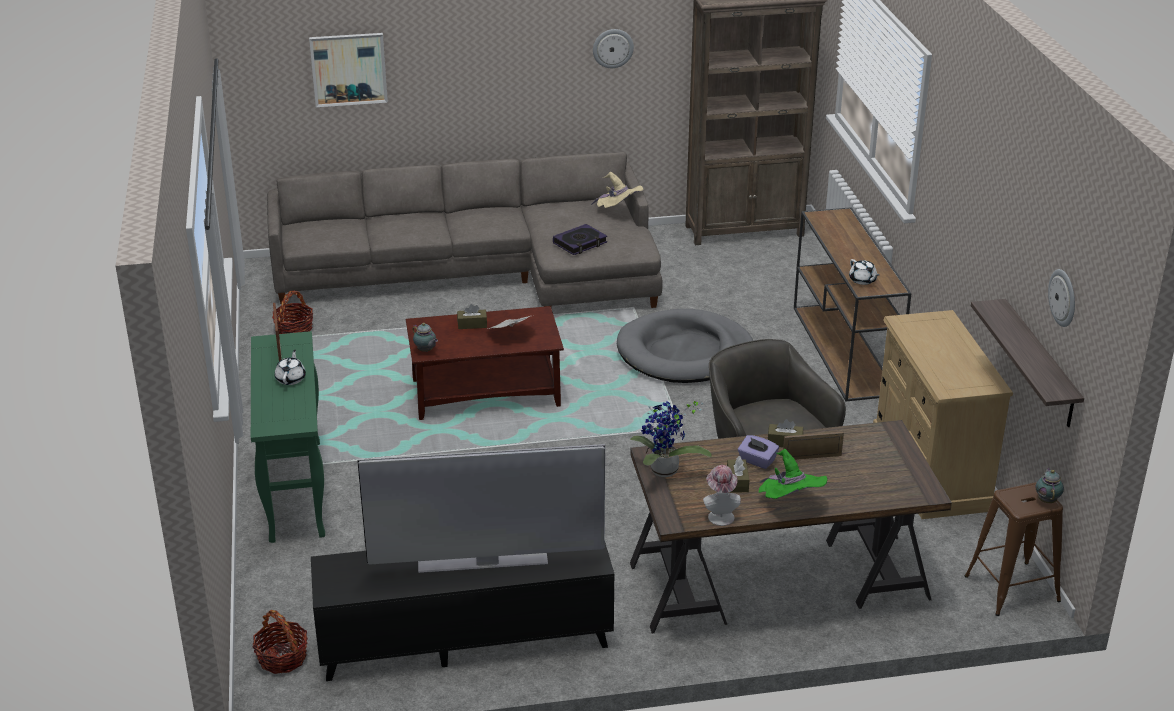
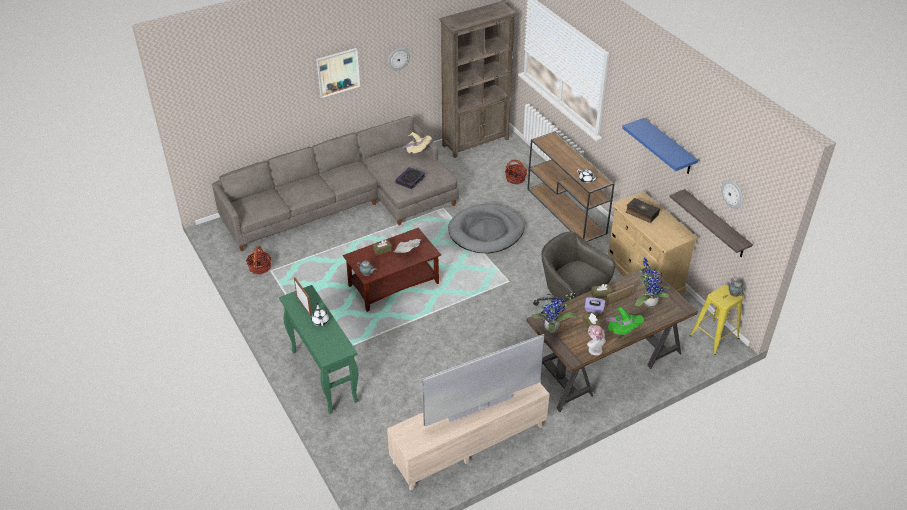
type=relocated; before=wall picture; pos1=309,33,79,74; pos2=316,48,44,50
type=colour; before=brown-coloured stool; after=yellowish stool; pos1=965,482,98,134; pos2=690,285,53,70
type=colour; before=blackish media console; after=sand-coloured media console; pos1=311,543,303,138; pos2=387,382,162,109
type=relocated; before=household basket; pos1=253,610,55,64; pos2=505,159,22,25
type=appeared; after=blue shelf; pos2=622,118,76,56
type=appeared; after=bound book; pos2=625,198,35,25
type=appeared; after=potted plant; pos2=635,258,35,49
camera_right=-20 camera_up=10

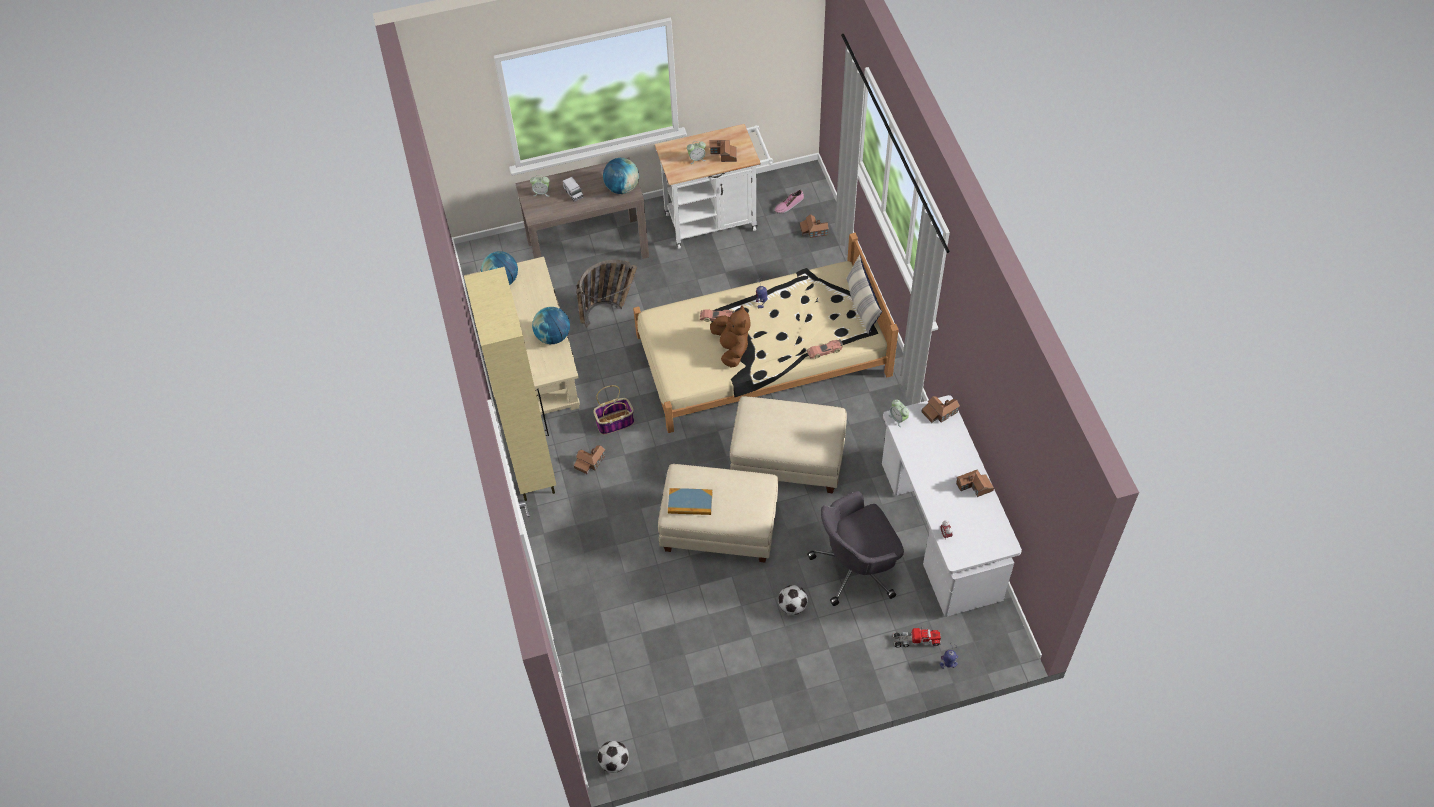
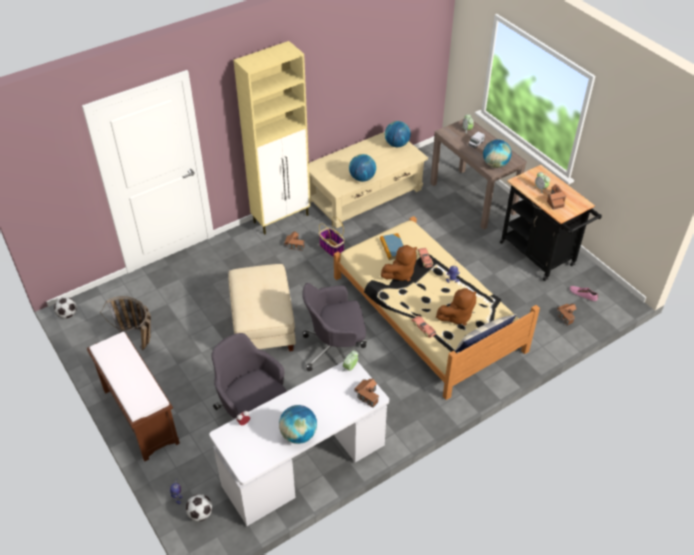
type=colour; before=white cart; after=blackish cart; pos1=655,124,118,125; pos2=500,165,102,116
type=relocated; before=household basket; pos1=576,259,61,68; pos2=100,296,51,55
type=exchanged; before=sand-coloured pouffe; after=greyish computer chair; pos1=730,396,117,97; pos2=302,283,65,88
type=exchanged; before=toy house; after=globe; pos1=956,469,38,28; pos2=279,405,38,39
type=relocated; before=bound book; pos1=668,488,45,27; pos2=380,233,24,27
type=relocated; before=football; pos1=778,585,30,30; pos2=186,494,26,27
type=missing; before=toy lorry; pos1=893,627,48,21
type=appeared; after=brown-coloured cuddly toy; pos2=436,288,40,38
type=appeared; after=brown-coloured indoor bench; pos2=87,332,93,129
camera_right=70 camera_up=-10

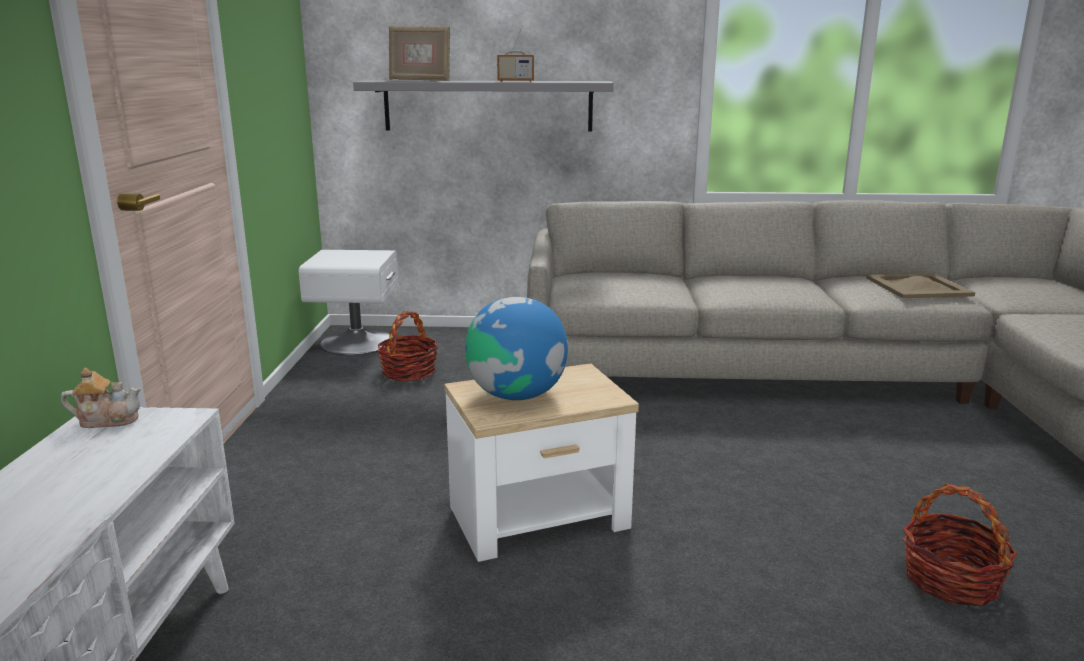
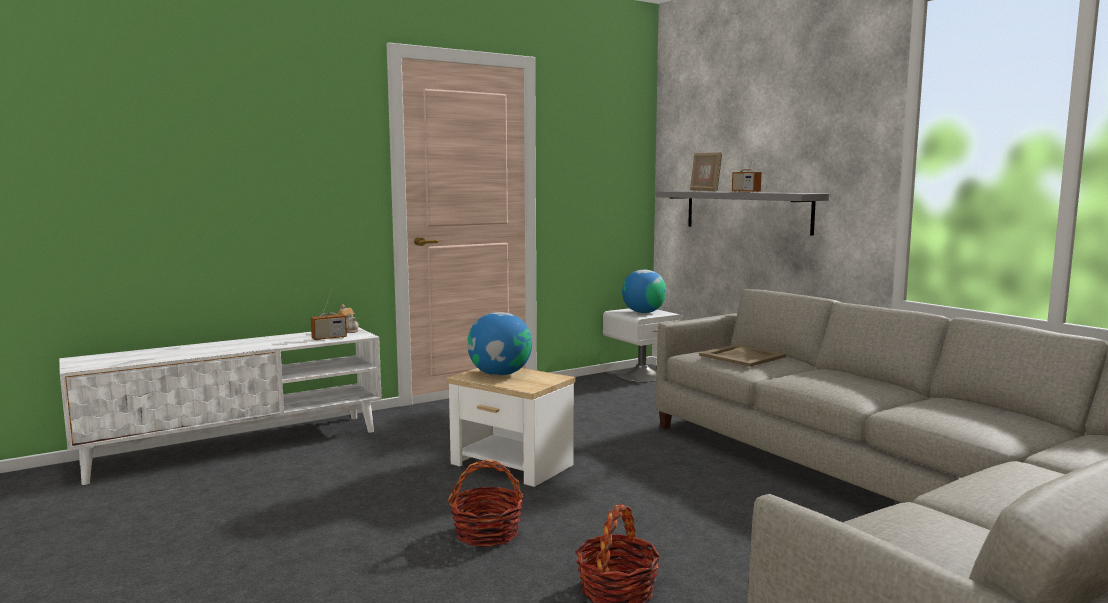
type=relocated; before=sand-coloured carrying tray; pos1=866,273,109,25; pos2=699,344,87,23
type=relocated; before=household basket; pos1=377,311,61,70; pos2=448,460,76,87
type=appeared; after=globe; pos2=622,270,44,43
type=appeared; after=radio set; pos2=311,295,36,46
camera_right=55 camera_up=-10

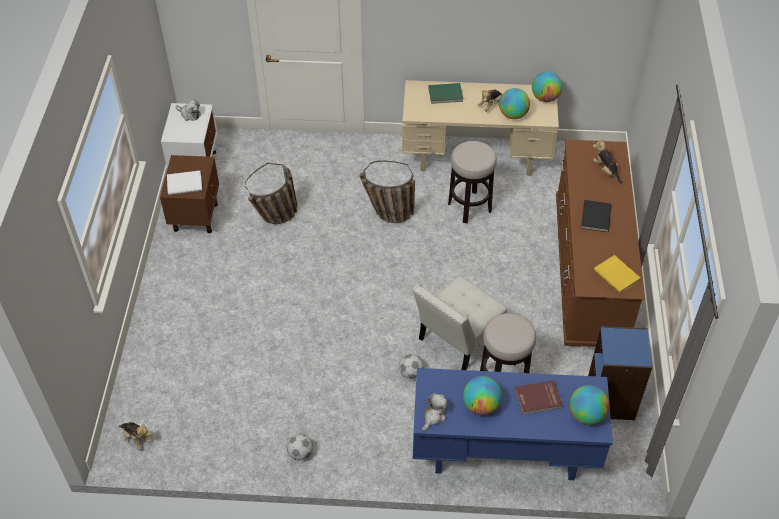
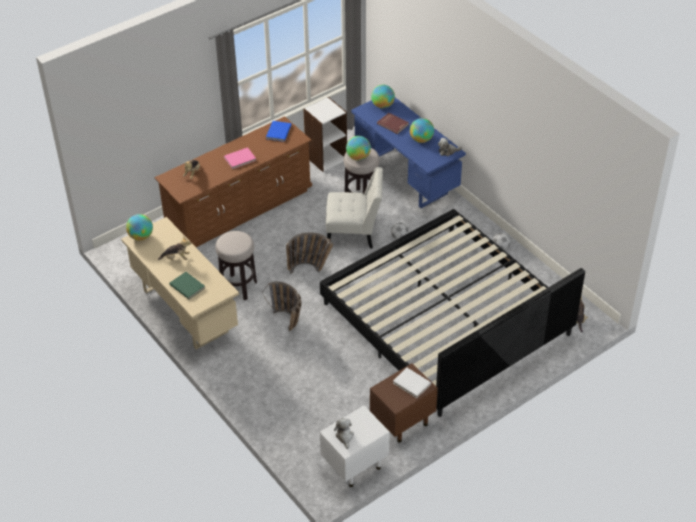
type=relocated; before=globe; pos1=499,88,31,31; pos2=346,136,25,25
type=relocated; before=household basket; pos1=245,163,53,61; pos2=286,232,47,42
type=colour; before=blackish bound book; after=pinkish bound book; pos1=581,200,30,32; pos2=224,147,32,22
type=colour; before=yellowish bound book; after=blue bound book; pos1=594,255,46,39; pos2=266,121,26,21
type=colour; before=blue bookshelf; after=white bookshelf; pos1=588,326,64,94; pos2=303,97,44,75
type=appeared; after=sleeping bed; pos2=320,209,265,208
camera_right=-130 camera_up=-5

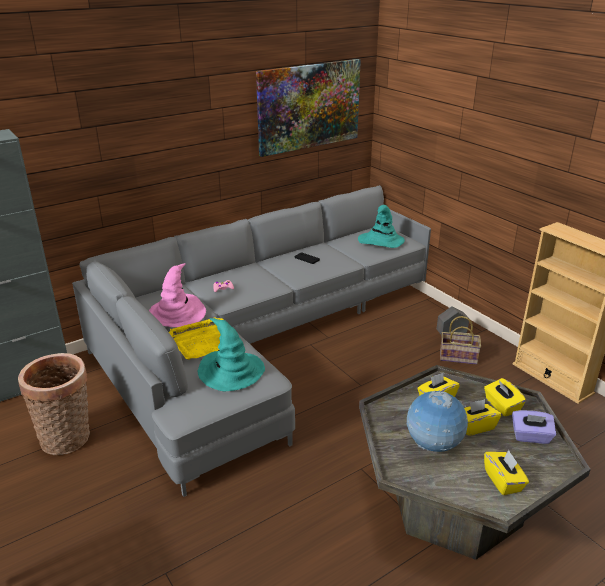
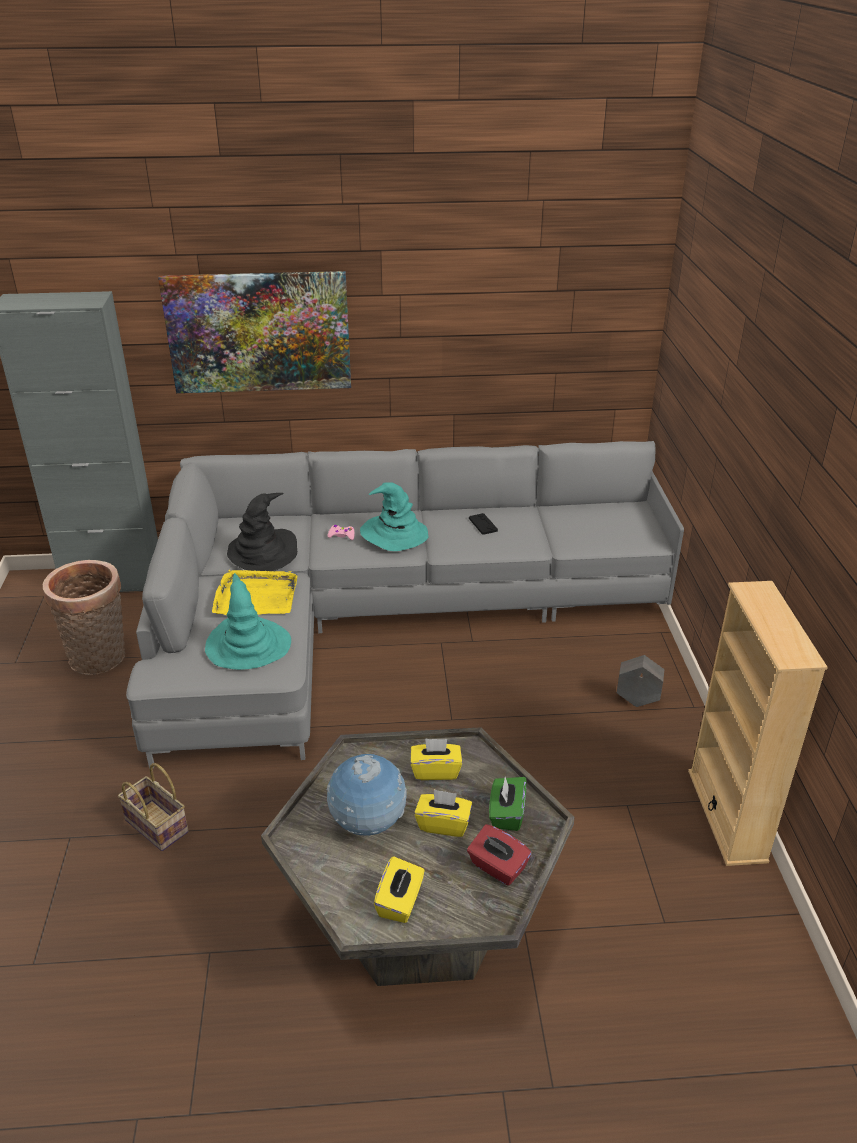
type=relocated; before=wall picture; pos1=256,59,105,98; pos2=158,271,193,122
type=relocated; before=blue-green wearable hat; pos1=358,205,47,43; pos2=360,482,69,69
type=colour; before=pinkish wearable hat; after=blackish wearable hat; pos1=149,263,57,64; pos2=227,493,70,78
type=relocated; before=household basket; pos1=440,316,41,49; pos2=118,763,71,88
type=colour; before=yellowish tissue box; after=greenish tissue box; pos1=484,378,42,39; pos2=489,777,38,54
type=colour; before=purple tissue box; after=red tissue box; pos1=512,410,44,34; pos2=467,824,65,62
camera_right=30 camera_up=5

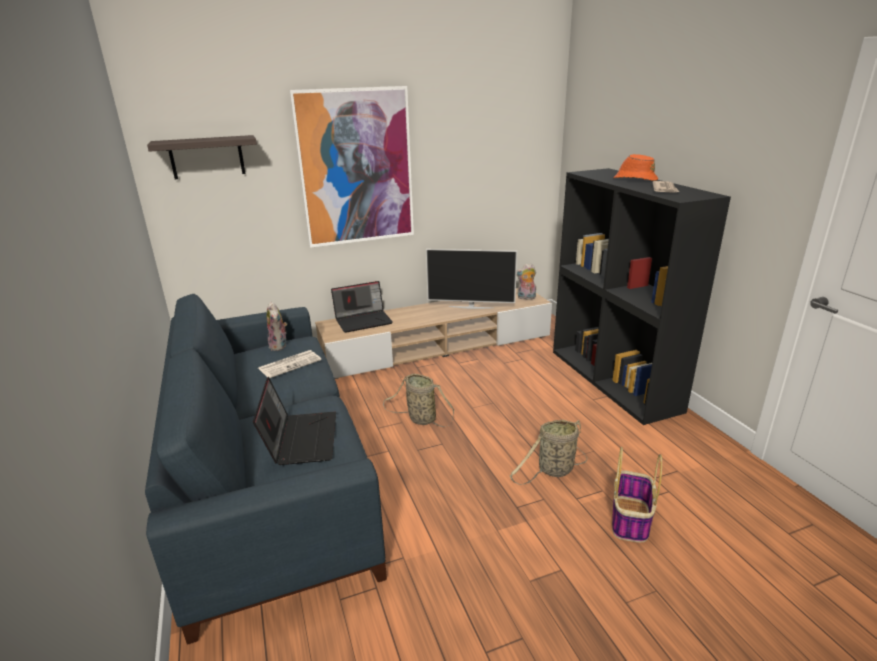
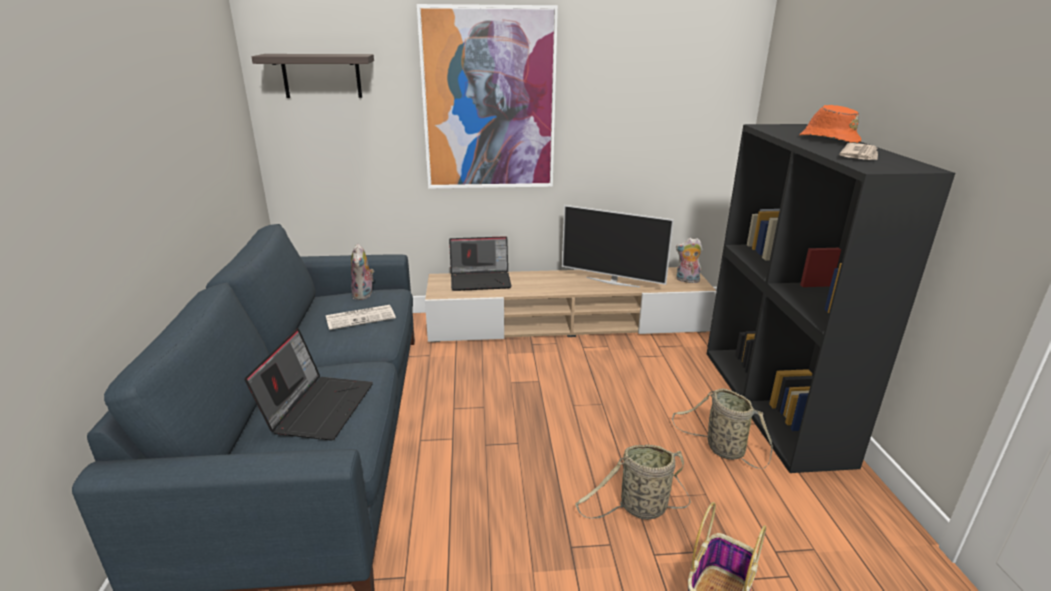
type=relocated; before=household basket; pos1=383,374,71,53; pos2=672,388,101,81
camera_right=15 camera_up=0

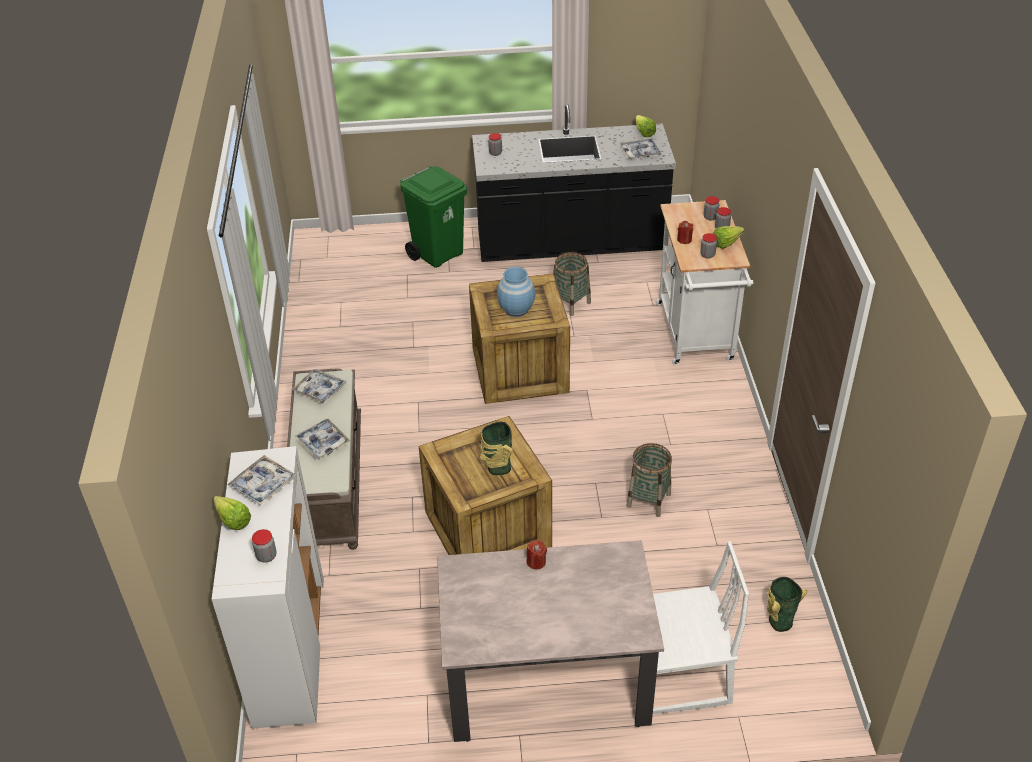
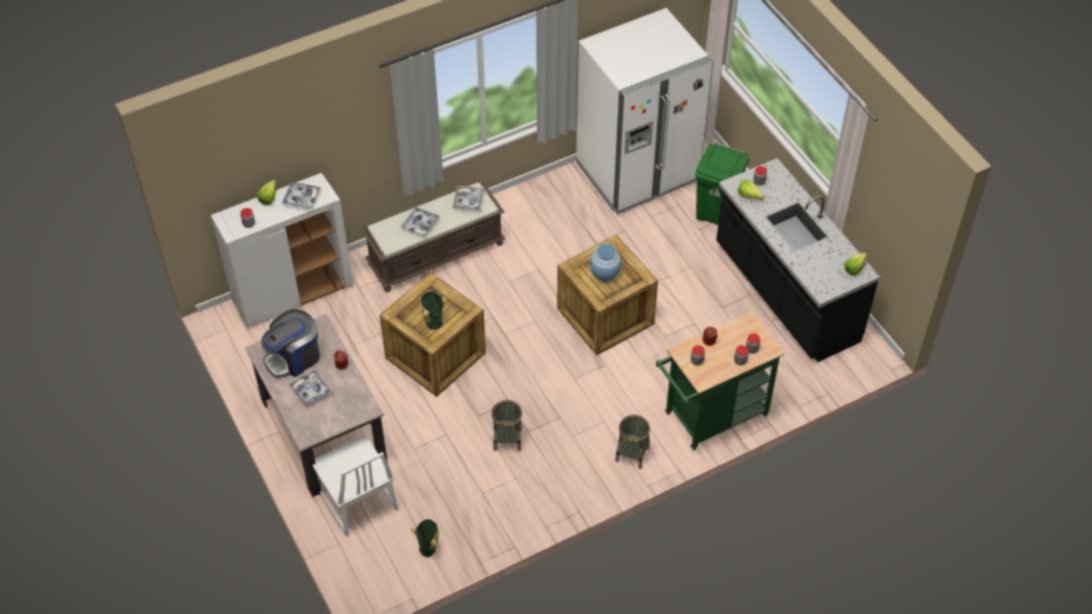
type=relocated; before=carrying tray; pos1=620,138,42,21; pos2=288,370,45,36
type=colour; before=white cart; after=greenish cart; pos1=656,200,97,165; pos2=656,312,129,139
type=relocated; before=lettuce; pos1=713,226,31,23; pos2=738,180,26,20
type=relocated; before=household basket; pos1=553,252,38,64; pos2=615,415,35,54
type=appeared; after=white kitchen fridge; pos2=576,8,137,207
type=appeared; after=coffee machine; pos2=261,309,59,69
camera_right=65 camera_up=10

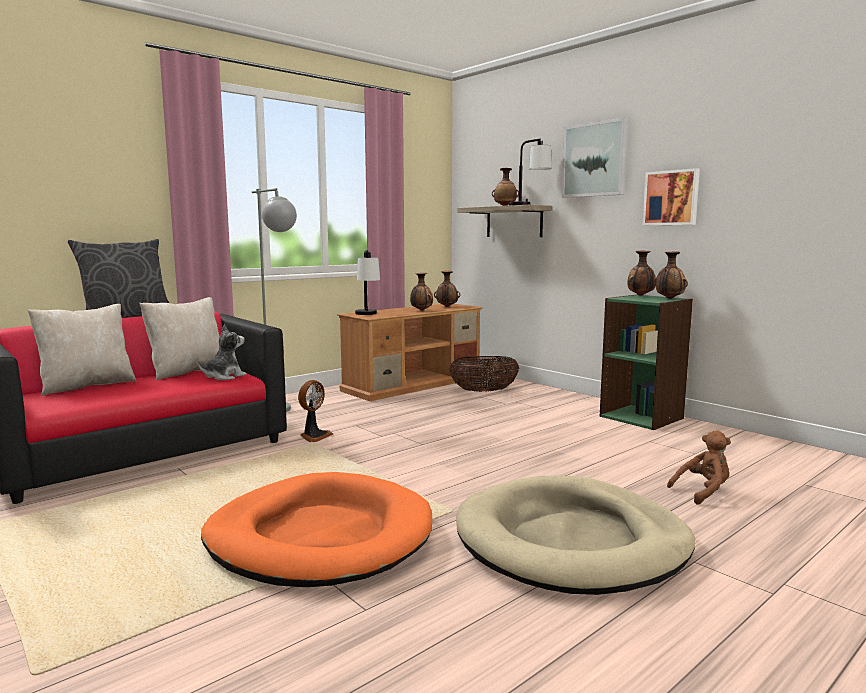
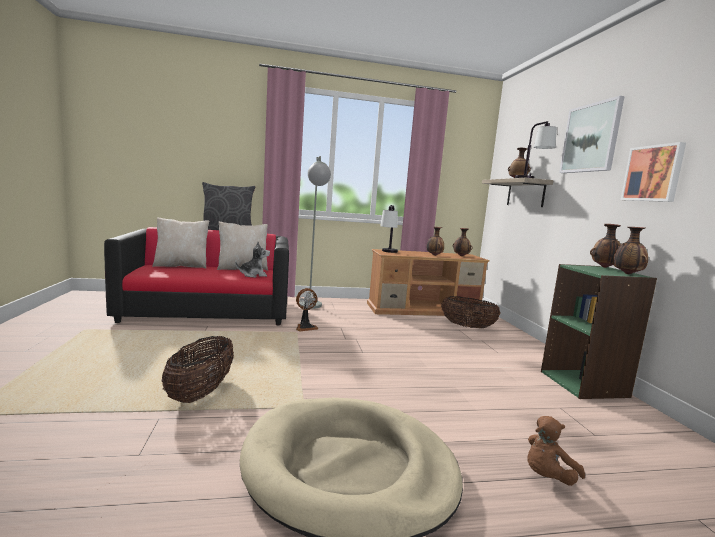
type=spun; before=brown-coloured cuddly toy; pos1=667,431,64,74; pos2=527,416,58,70; turn=135
type=exchanged; before=orange dog bed; after=household basket; pos1=201,472,231,115; pos2=162,336,72,67
camera_right=30 camera_up=0

